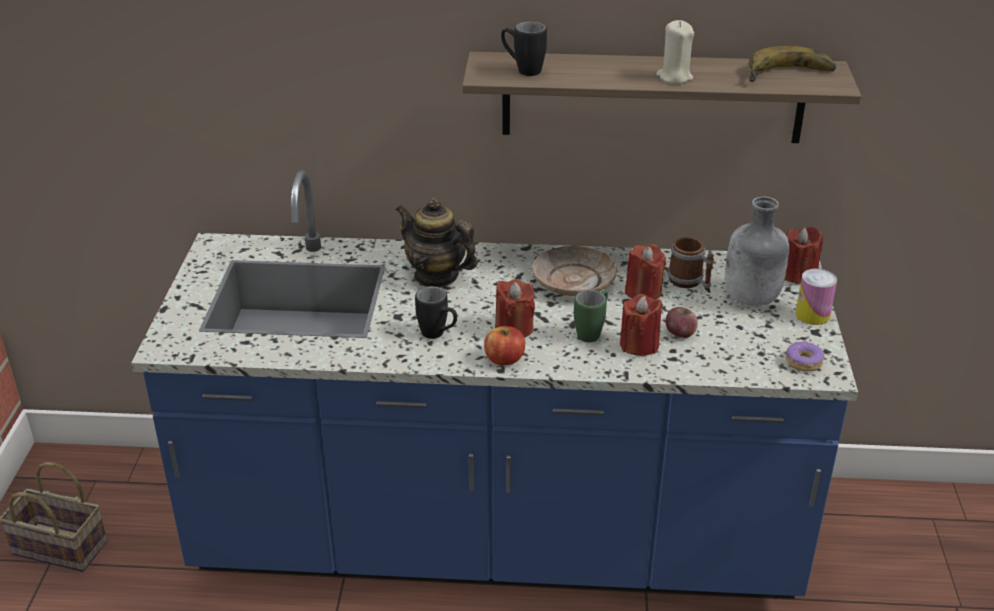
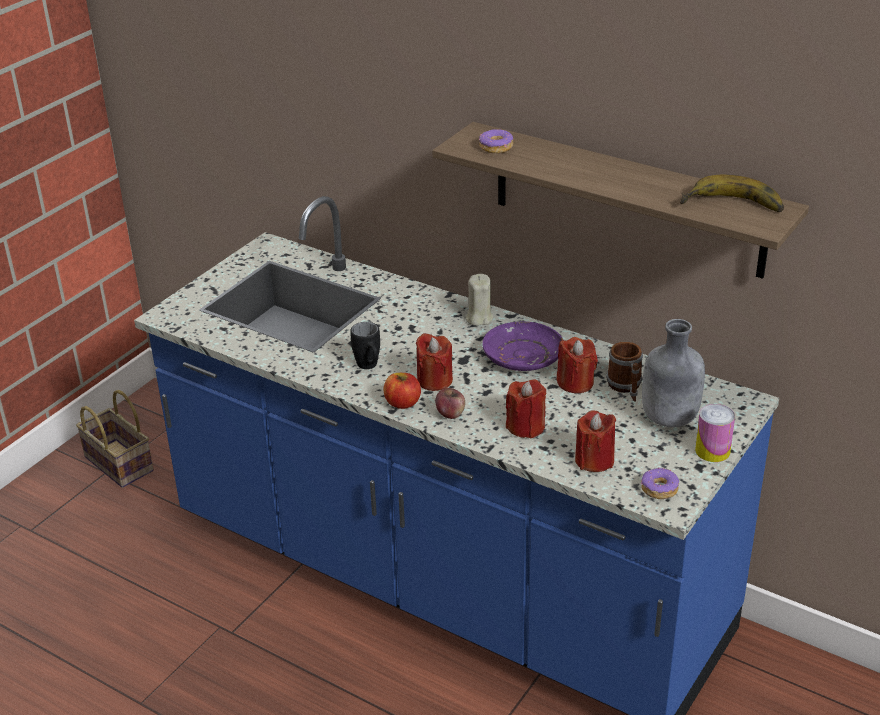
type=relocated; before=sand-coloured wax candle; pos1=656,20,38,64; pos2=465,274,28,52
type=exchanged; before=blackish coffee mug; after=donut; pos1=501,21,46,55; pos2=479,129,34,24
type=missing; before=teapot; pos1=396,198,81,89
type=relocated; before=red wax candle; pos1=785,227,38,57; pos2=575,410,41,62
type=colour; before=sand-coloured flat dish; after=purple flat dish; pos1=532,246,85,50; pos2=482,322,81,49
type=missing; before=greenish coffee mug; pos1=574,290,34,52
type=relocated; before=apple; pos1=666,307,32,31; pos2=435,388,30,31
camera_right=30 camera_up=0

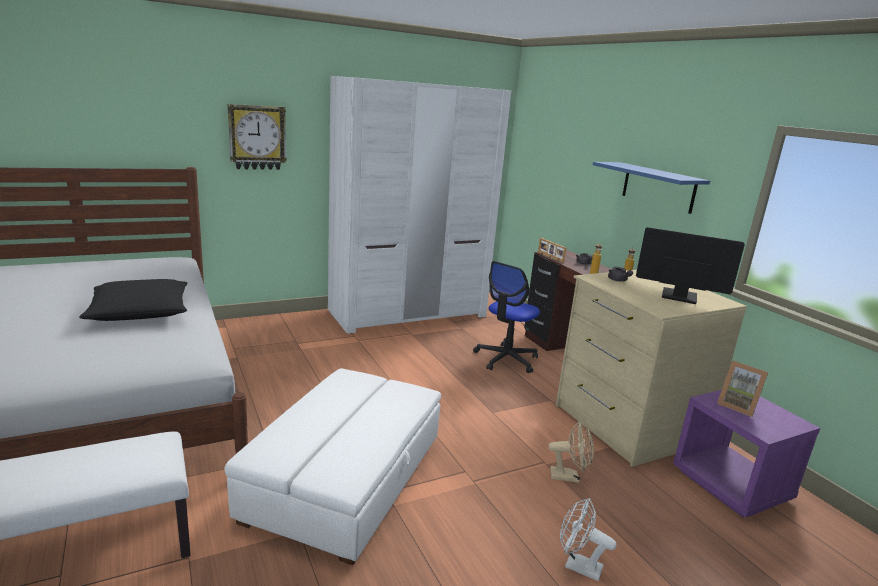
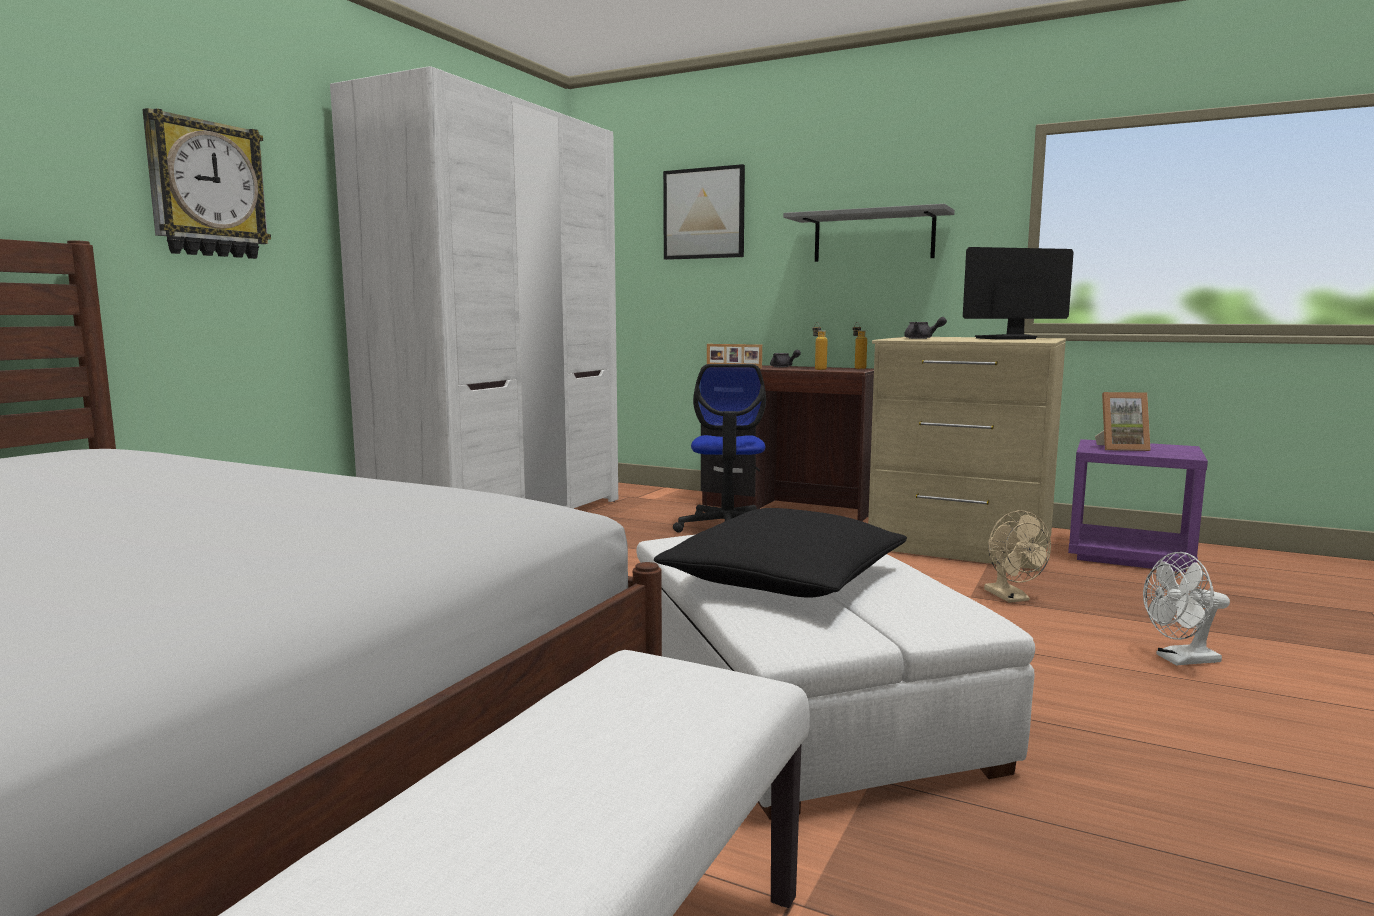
type=colour; before=blue shelf; after=greyish shelf; pos1=593,162,117,52; pos2=783,204,172,58
type=relocated; before=blackish pillow; pos1=79,279,108,42; pos2=654,508,253,90
type=spun; before=sand-coloured cooling fan; pos1=548,421,46,62; pos2=984,510,67,93; turn=105
type=appeared; after=wall picture; pos2=663,164,82,96
camera_right=-35 camera_up=-10

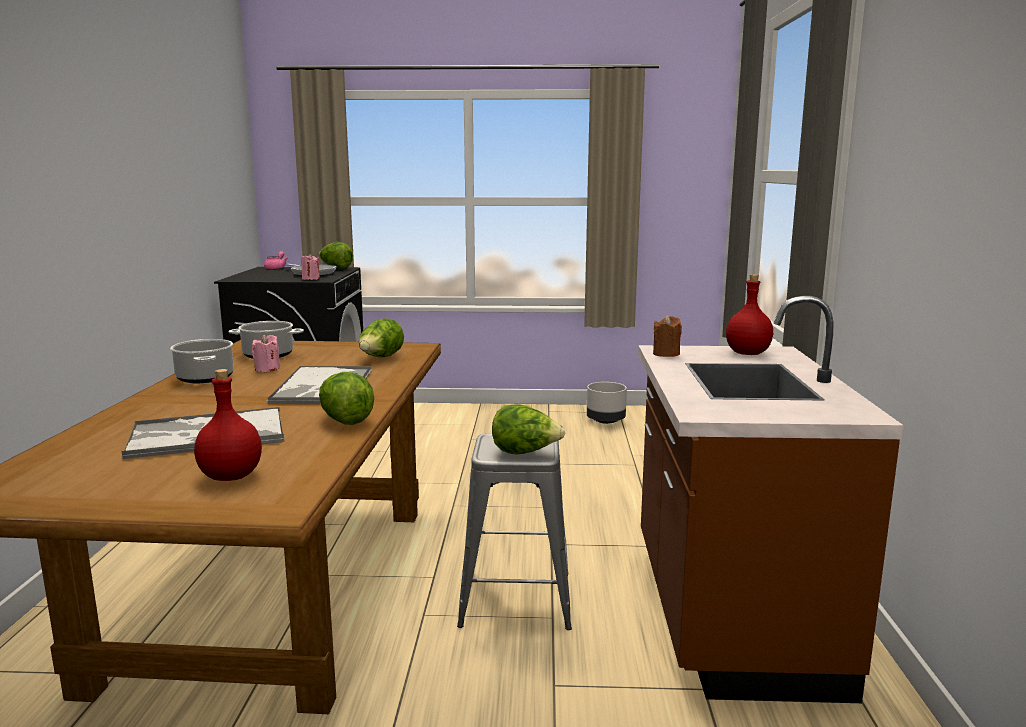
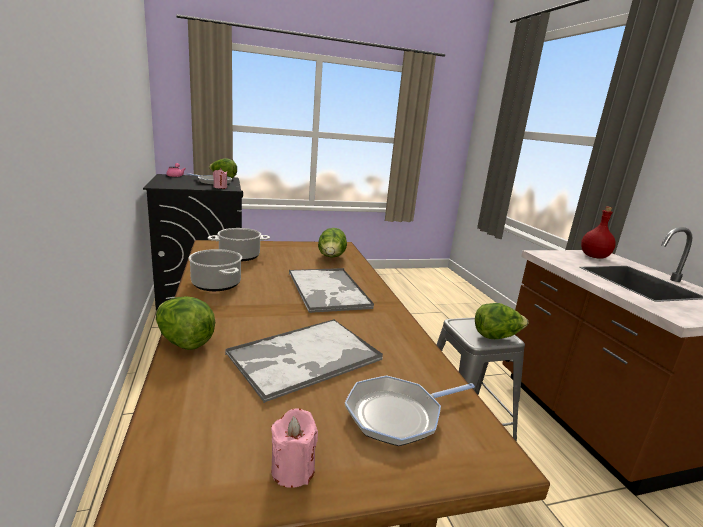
type=missing; before=brown-coloured wax candle; pos1=653,315,29,42
type=relocated; before=pinkish wax candle; pos1=252,334,29,38; pos2=271,408,47,80
type=exchanged; before=red bottle; after=frying pan; pos1=194,369,68,112; pos2=345,375,130,71
type=relocated; before=lettuce; pos1=319,372,55,53; pos2=156,297,59,53
type=missing; before=greyish plant pot; pos1=587,382,40,42
camera_right=-20 camera_up=5

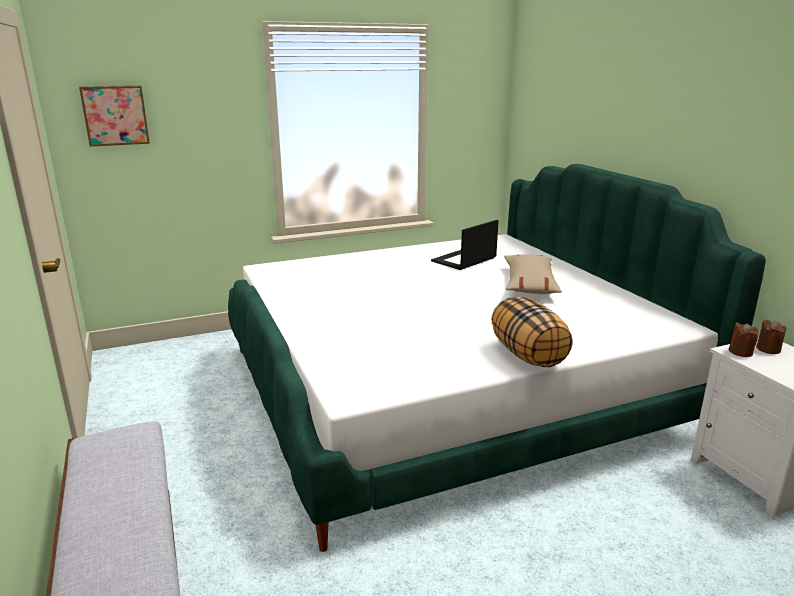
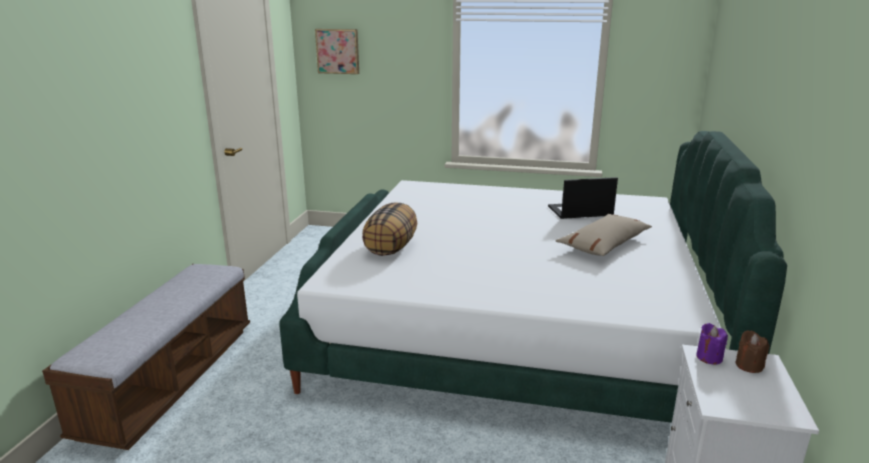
type=relocated; before=pillow; pos1=491,297,82,70; pos2=362,202,55,54
type=colour; before=brown-coloured wax candle; after=purple wax candle; pos1=729,322,29,35; pos2=696,323,32,42
camera_right=35 camera_up=0

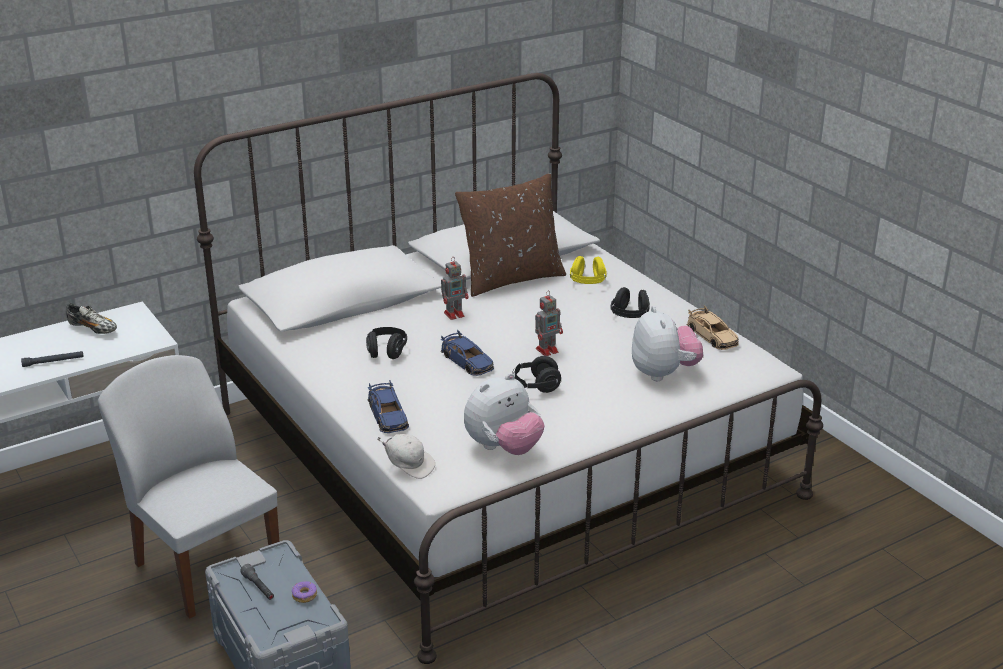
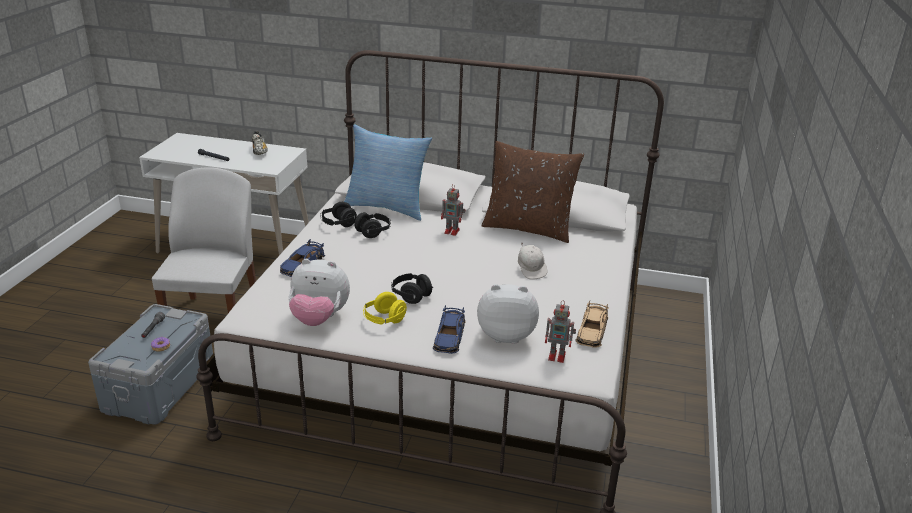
type=relocated; before=yellowish pair of headphones; pos1=570,256,37,28; pos2=363,292,44,32
type=relocated; before=blackish pair of headphones; pos1=610,287,40,31; pos2=320,202,37,25
type=relocated; before=toy robot; pos1=535,291,28,65; pos2=545,300,31,63
type=spun; before=cuddly toy; pos1=632,306,71,75; pos2=477,284,62,60; turn=-120
type=relocated; before=blue model car; pos1=441,330,53,46; pos2=433,305,33,49
type=relocated; before=white peaked cap; pos1=377,434,58,45; pos2=518,243,29,37
type=appeared; after=pillow; pos2=344,124,88,97
camera_right=45 camera_up=0

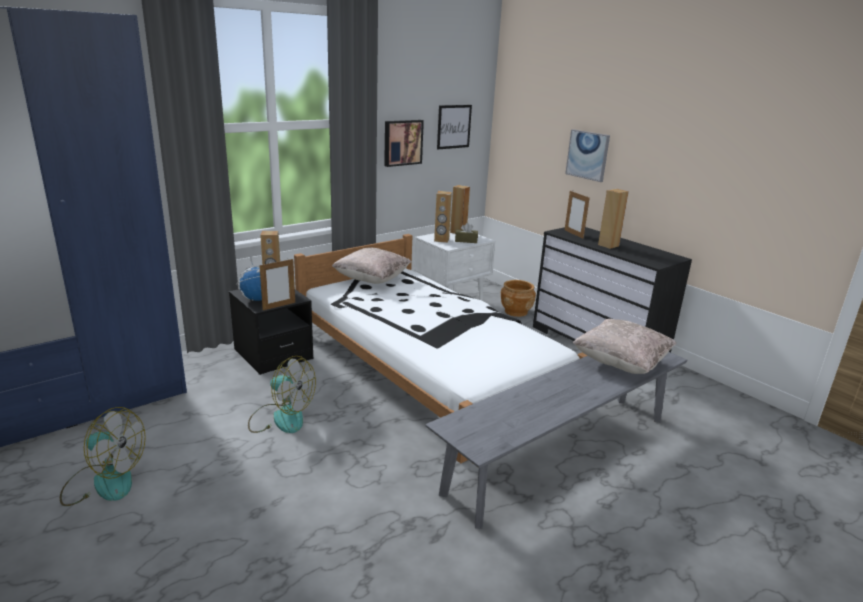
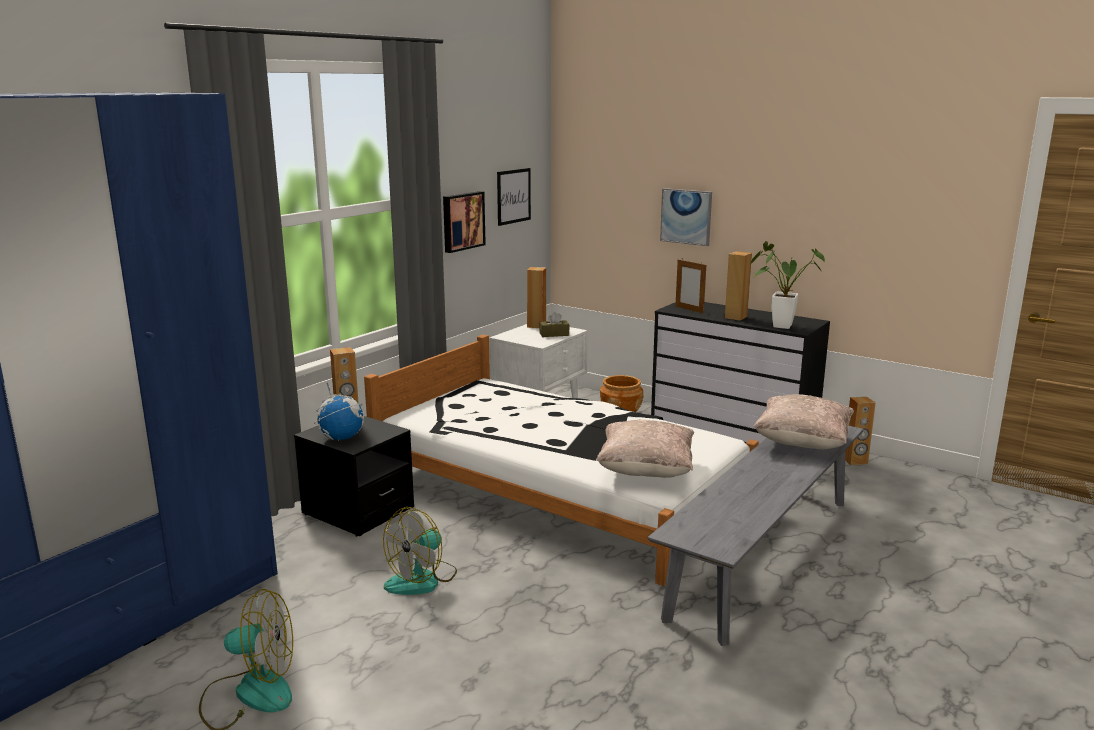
type=relocated; before=brown-coloured speaker; pos1=434,191,18,52; pos2=845,397,31,68
type=relocated; before=sand-coloured pillow; pos1=332,248,79,36; pos2=596,420,98,58
type=missing; before=photo frame; pos1=259,258,36,52
type=spun; before=cooling fan; pos1=248,356,68,77; pos2=383,507,74,88; turn=120
type=appeared; after=potted plant; pos2=750,241,75,88
camera_right=-15 camera_up=-5

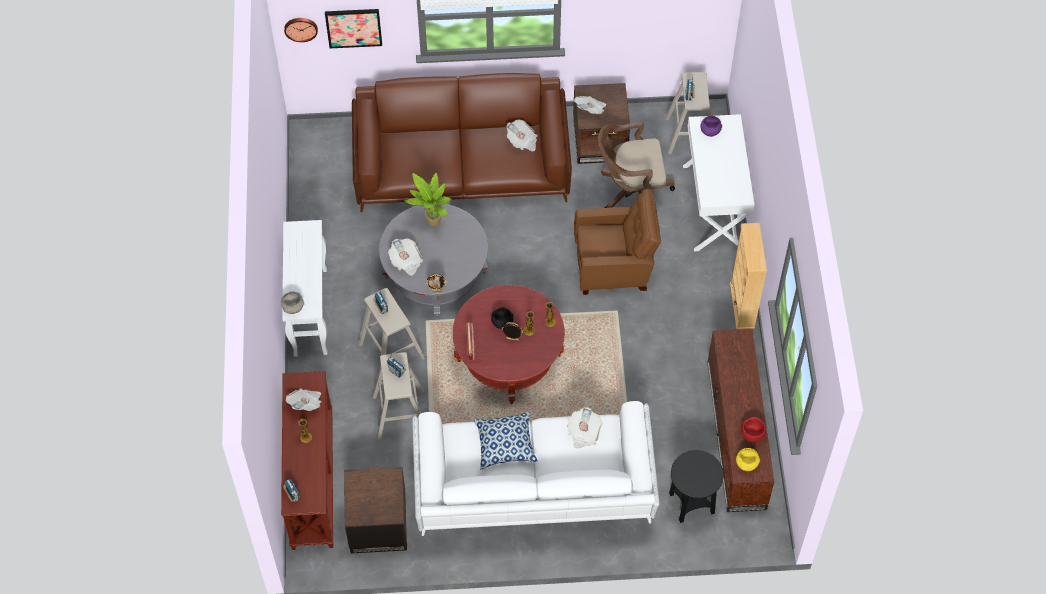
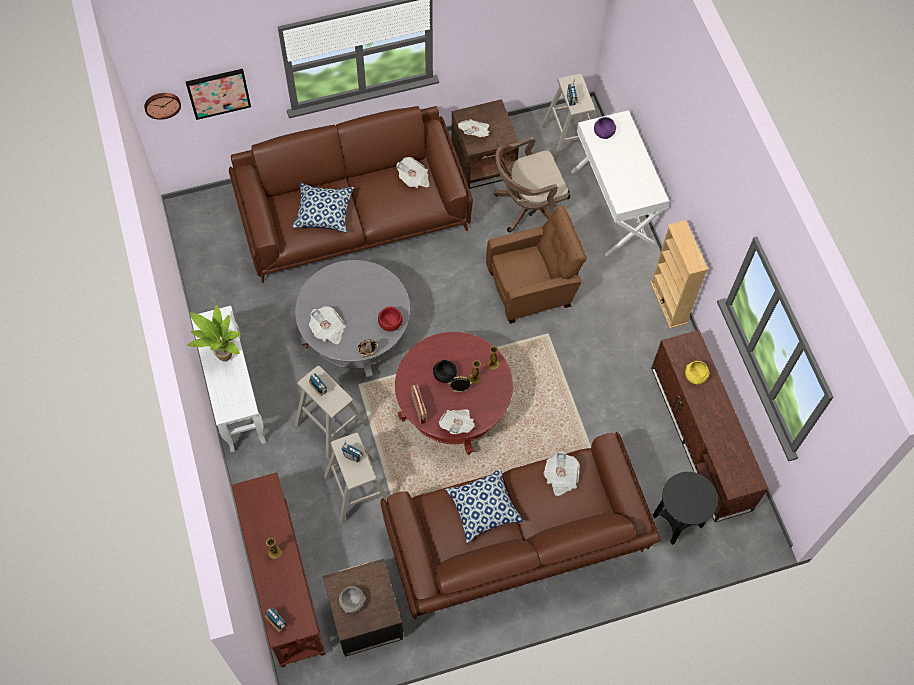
type=relocated; before=potted plant; pos1=404,173,48,53; pos2=187,305,54,56
type=relocated; before=greyish bowl; pos1=281,292,23,22; pos2=339,586,27,27
type=relocated; before=newspaper; pos1=286,389,35,22; pos2=439,409,36,25
type=colour; before=white couch; after=brown-coloured couch; pos1=412,401,248,135; pos2=380,432,281,188
type=relocated; before=red bowl; pos1=741,417,25,25; pos2=378,306,25,25
type=relocated; before=yellowish bowl; pos1=736,448,24,23; pos2=685,361,25,23
type=appeared; after=pillow; pos2=292,183,62,49
camera_right=-15 camera_up=5

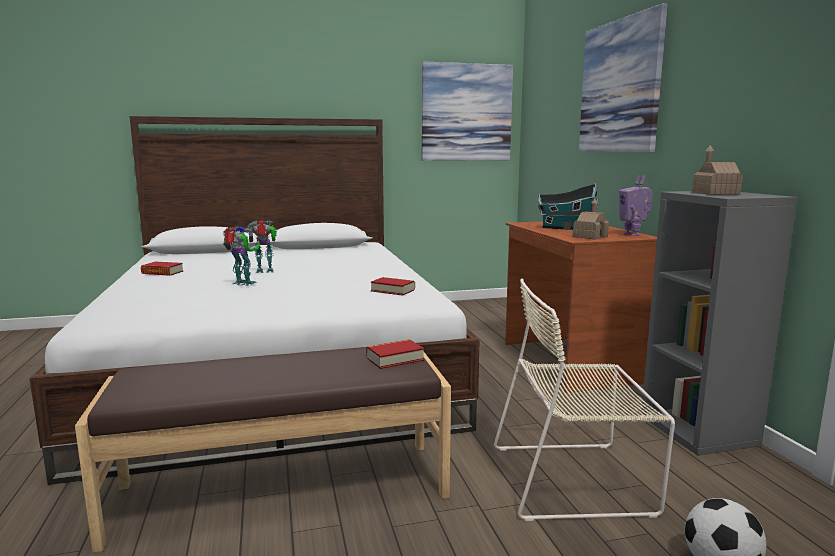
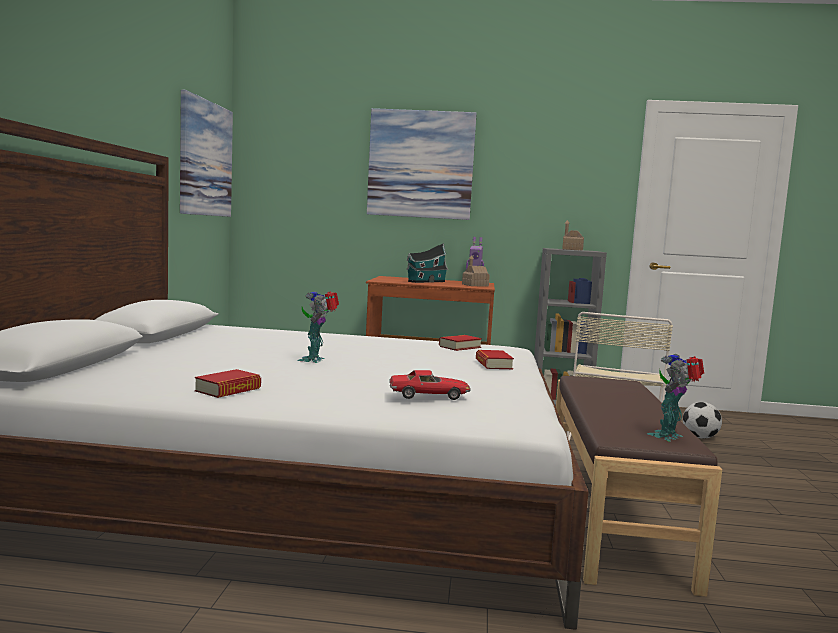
type=relocated; before=toy robot; pos1=223,226,37,60; pos2=647,354,57,87
type=relocated; before=bound book; pos1=366,339,58,30; pos2=476,350,38,19
type=appeared; after=model car; pos2=389,370,82,30
camera_right=-70 camera_up=-5

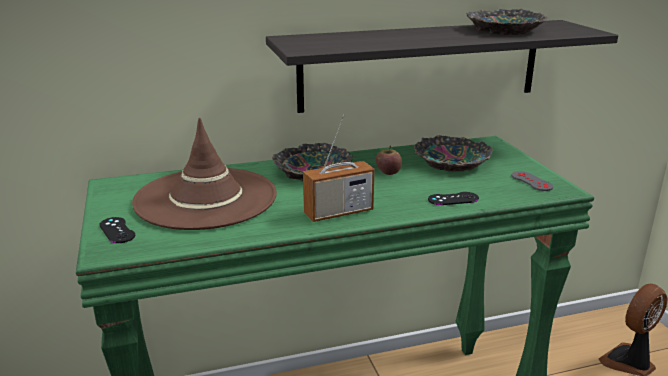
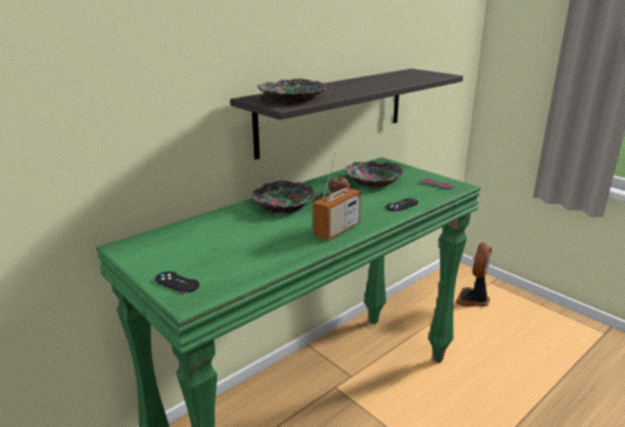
type=relocated; before=bowl; pos1=466,9,81,26; pos2=257,78,69,25
type=missing; before=brown-coloured wearable hat; pos1=132,117,145,113
camera_right=-25 camera_up=0

